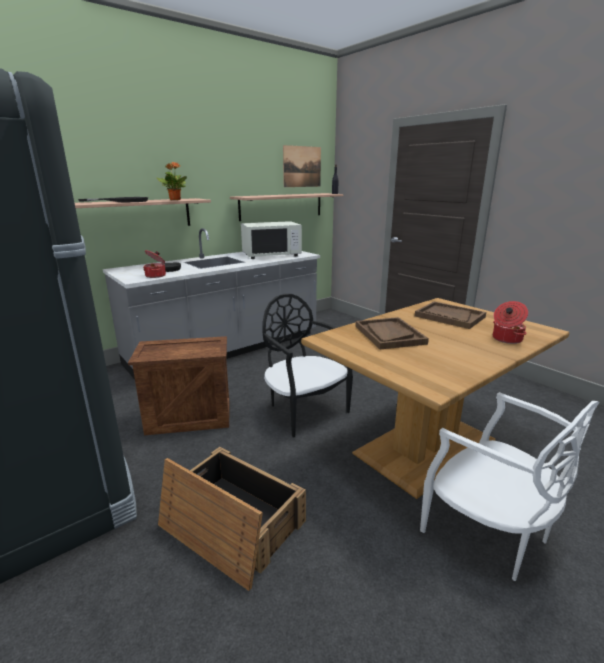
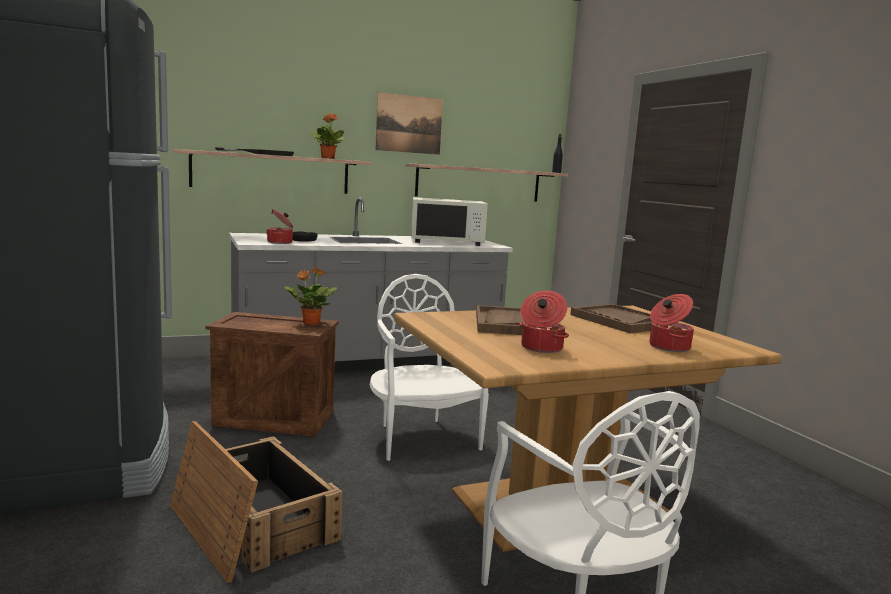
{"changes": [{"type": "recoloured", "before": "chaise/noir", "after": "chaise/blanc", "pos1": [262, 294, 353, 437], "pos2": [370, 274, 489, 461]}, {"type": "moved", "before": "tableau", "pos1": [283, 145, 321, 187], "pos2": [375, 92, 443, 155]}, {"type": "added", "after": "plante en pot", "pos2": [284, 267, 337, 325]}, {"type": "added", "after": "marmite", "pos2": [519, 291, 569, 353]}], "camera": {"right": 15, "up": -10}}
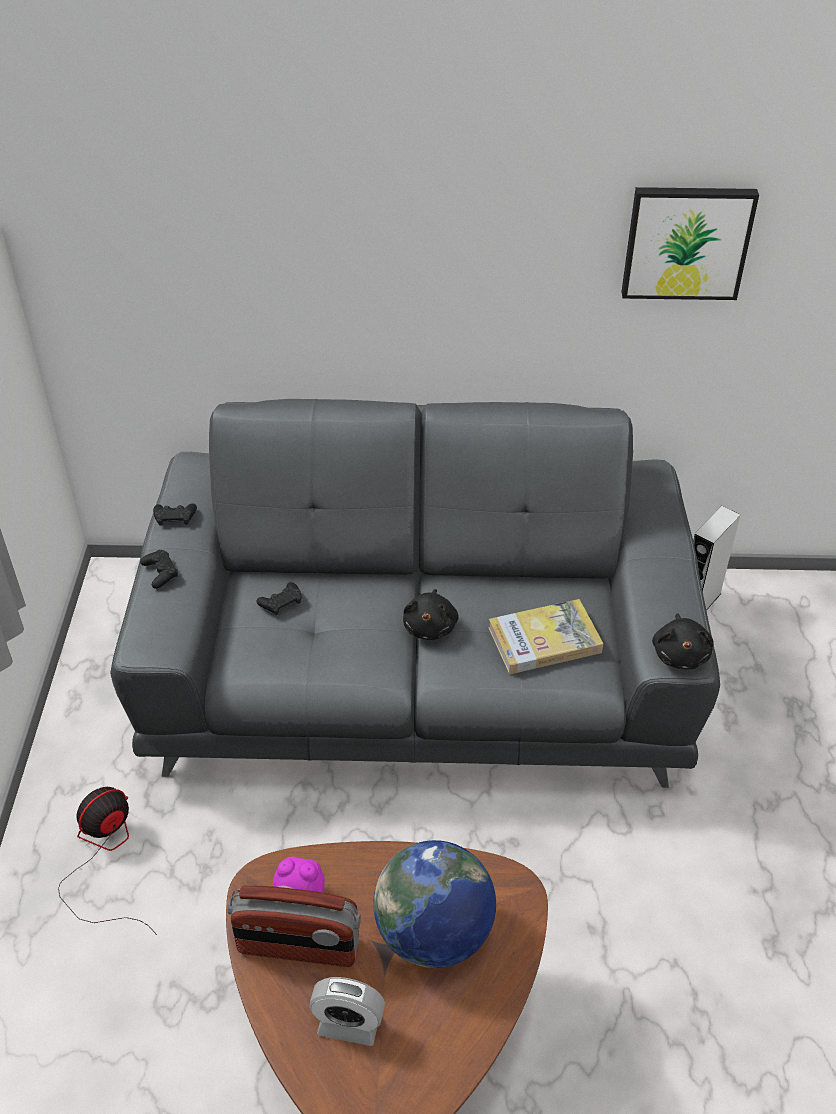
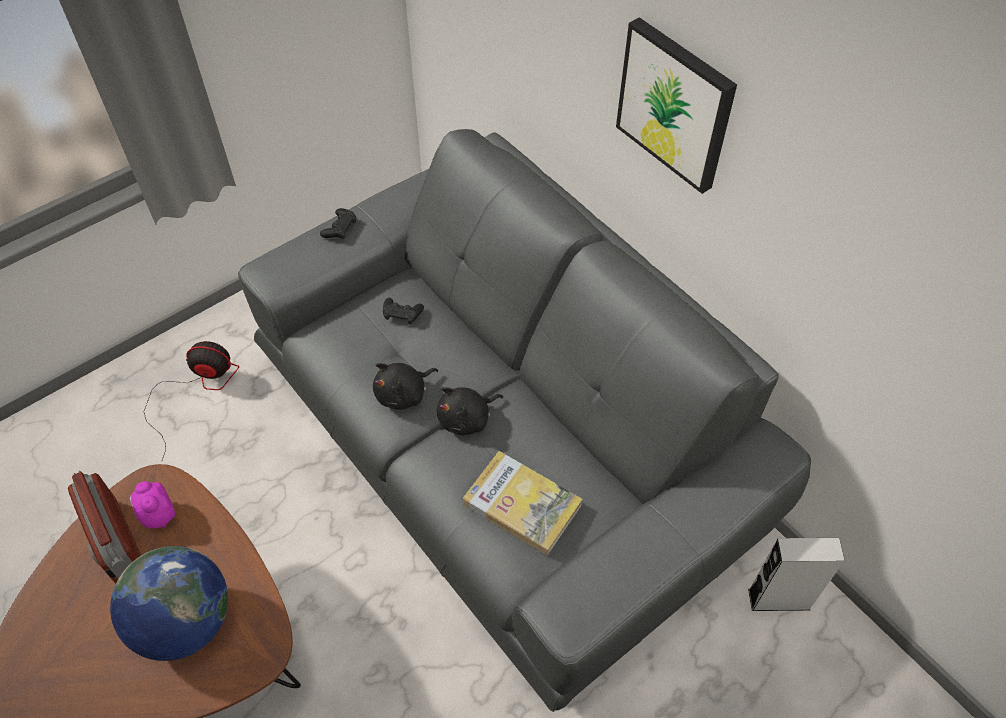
{"changes": [{"type": "removed", "before": "manette/noir", "pos1": [153, 503, 197, 526]}, {"type": "removed", "before": "réveil", "pos1": [309, 977, 385, 1046]}, {"type": "moved", "before": "tableau", "pos1": [621, 187, 759, 300], "pos2": [616, 17, 737, 194]}, {"type": "moved", "before": "peluche/noir", "pos1": [652, 613, 714, 669], "pos2": [373, 363, 438, 410]}], "camera": {"right": 50, "up": 10}}
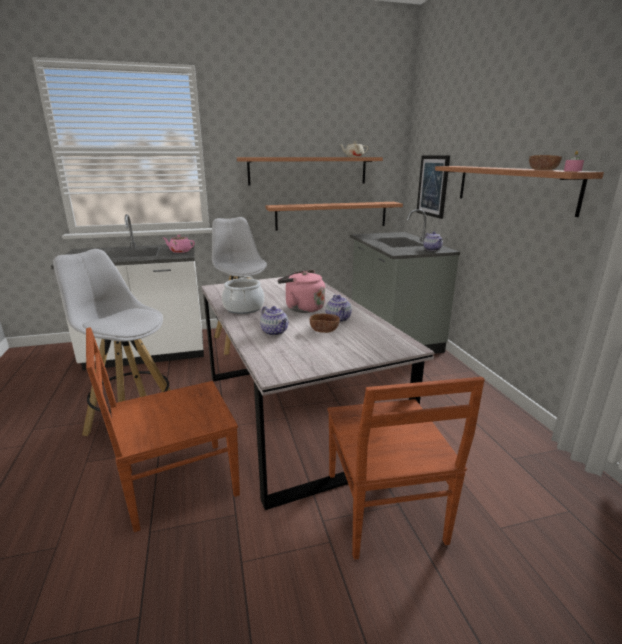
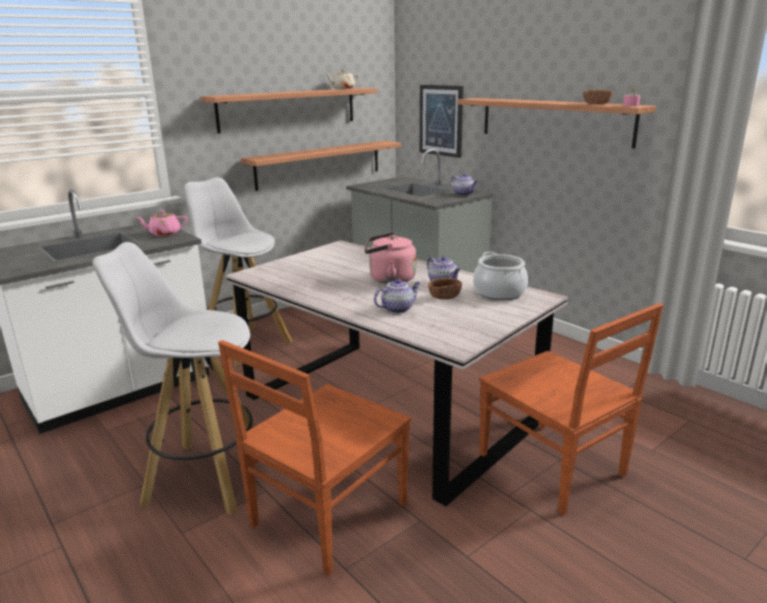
{"changes": [{"type": "moved", "before": "marmite", "pos1": [222, 276, 265, 314], "pos2": [473, 252, 528, 300]}, {"type": "turned", "before": "théière", "pos1": [260, 306, 288, 336], "pos2": [374, 279, 421, 313], "turn": -60}], "camera": {"right": -25, "up": 0}}
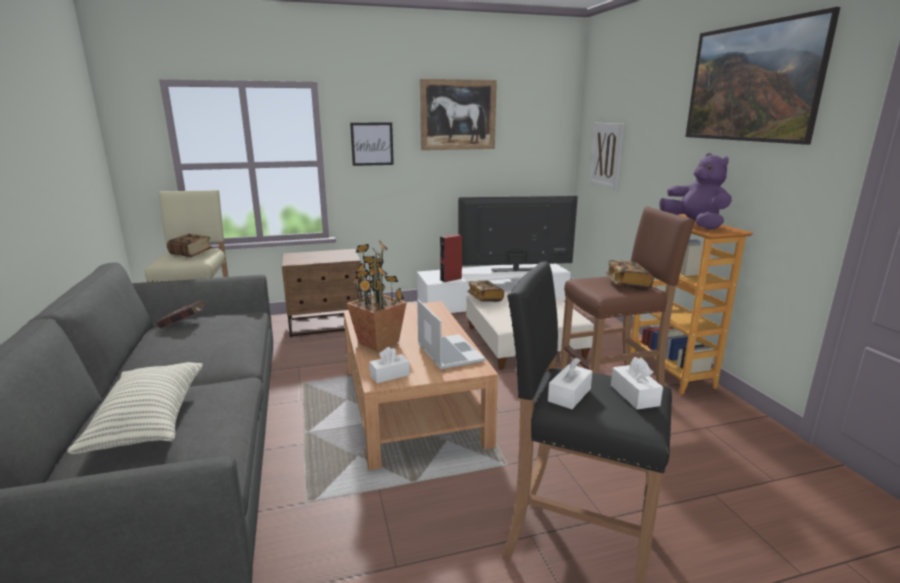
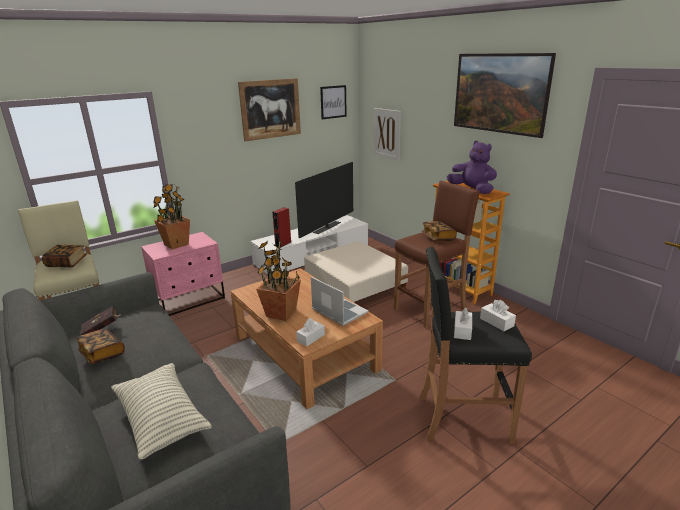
{"changes": [{"type": "recoloured", "before": "table de chevet/marron", "after": "table de chevet/rose", "pos1": [282, 249, 363, 337], "pos2": [141, 232, 225, 316]}, {"type": "moved", "before": "tableau", "pos1": [350, 123, 394, 166], "pos2": [320, 85, 347, 119]}, {"type": "turned", "before": "téléviseur", "pos1": [458, 196, 578, 272], "pos2": [295, 162, 353, 238], "turn": 150}, {"type": "moved", "before": "livre", "pos1": [467, 281, 504, 302], "pos2": [76, 328, 125, 364]}, {"type": "added", "after": "plante en pot", "pos2": [153, 184, 190, 249]}], "camera": {"right": -20, "up": 5}}
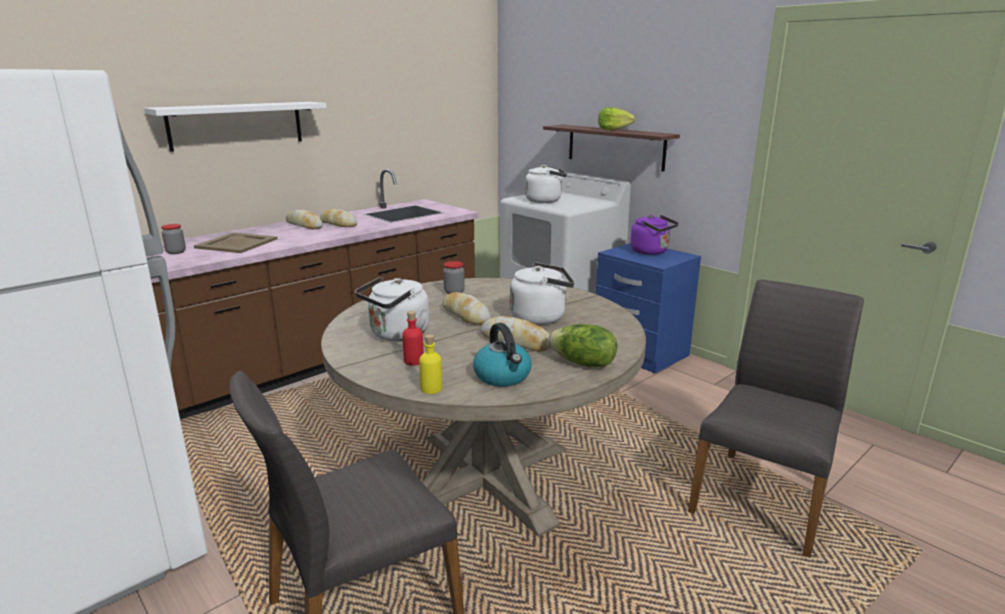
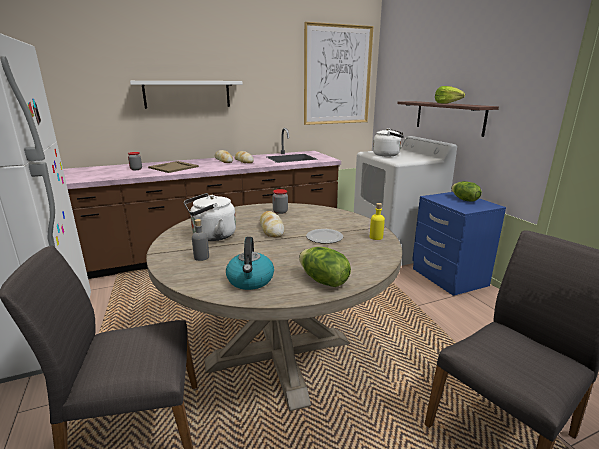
{"changes": [{"type": "recoloured", "before": "bouteille/rouge", "after": "bouteille/gris", "pos1": [402, 311, 424, 366], "pos2": [192, 219, 209, 261]}, {"type": "moved", "before": "bouteille/jaune", "pos1": [419, 334, 442, 394], "pos2": [370, 203, 385, 240]}, {"type": "removed", "before": "pain", "pos1": [481, 316, 551, 352]}, {"type": "replaced", "before": "bouilloire/blanc", "after": "assiette", "pos1": [510, 262, 575, 325], "pos2": [306, 229, 343, 244]}, {"type": "replaced", "before": "bouilloire/violet", "after": "laitue", "pos1": [630, 215, 679, 255], "pos2": [451, 181, 482, 202]}, {"type": "added", "after": "tableau", "pos2": [304, 22, 373, 125]}], "camera": {"right": 20, "up": 0}}
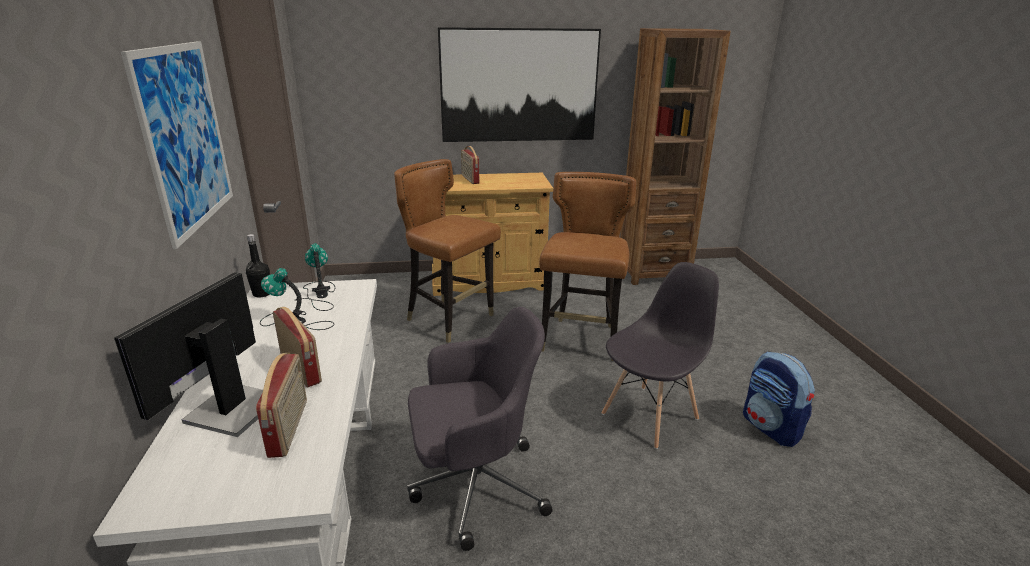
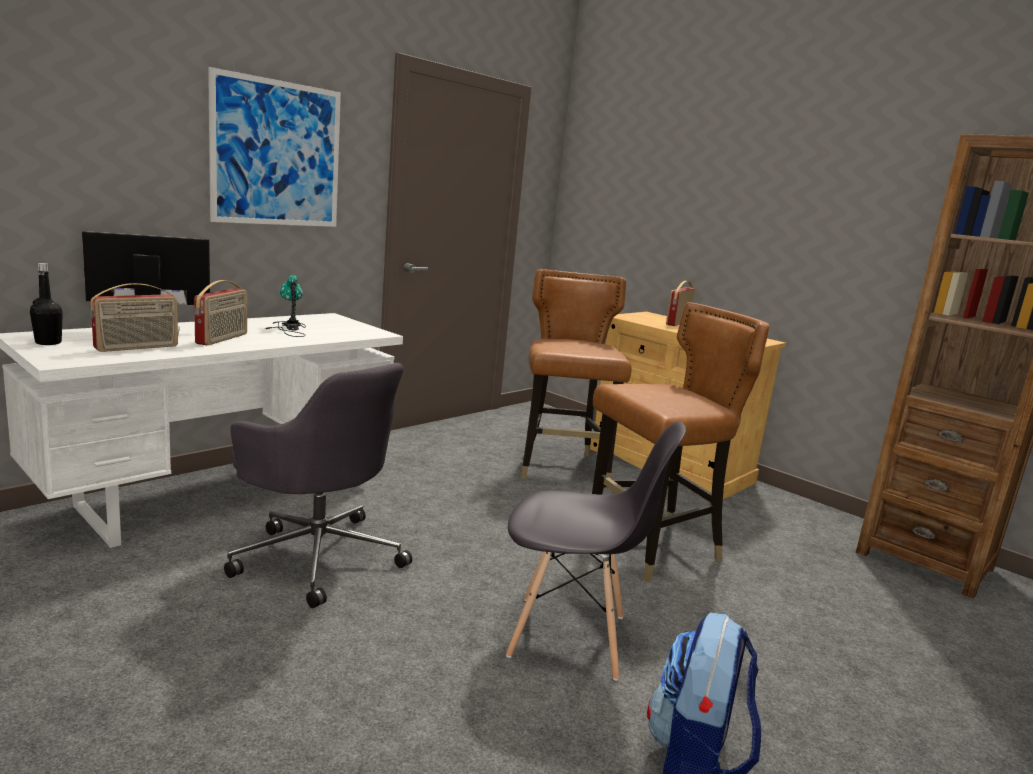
{"changes": [{"type": "moved", "before": "bouteille/noir", "pos1": [246, 234, 270, 297], "pos2": [30, 263, 63, 345]}, {"type": "removed", "before": "lampe de table", "pos1": [295, 243, 335, 311]}, {"type": "removed", "before": "tableau", "pos1": [438, 27, 601, 142]}], "camera": {"right": 50, "up": -10}}
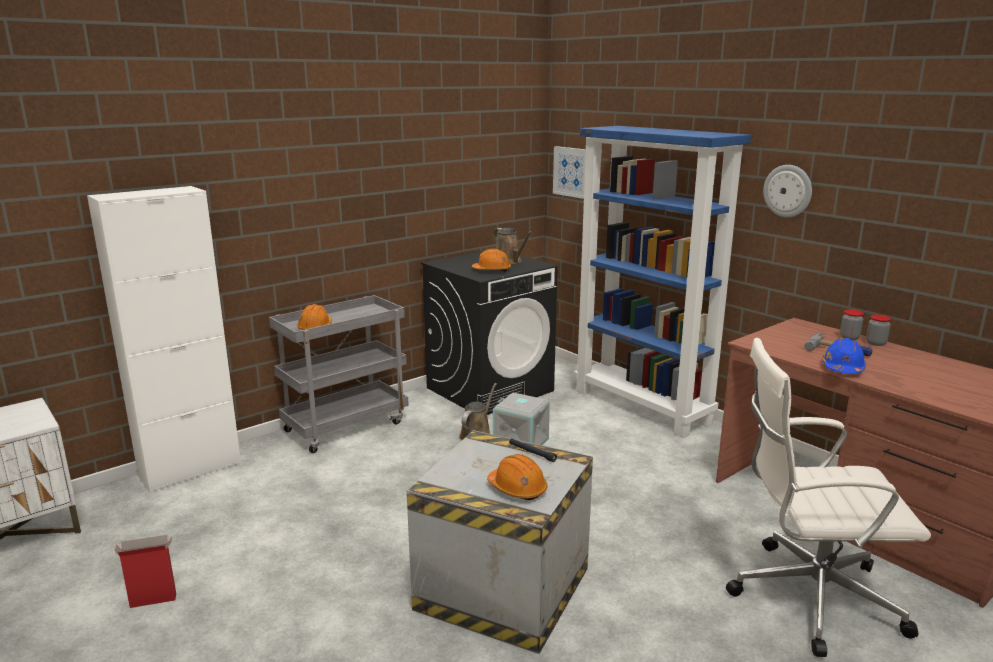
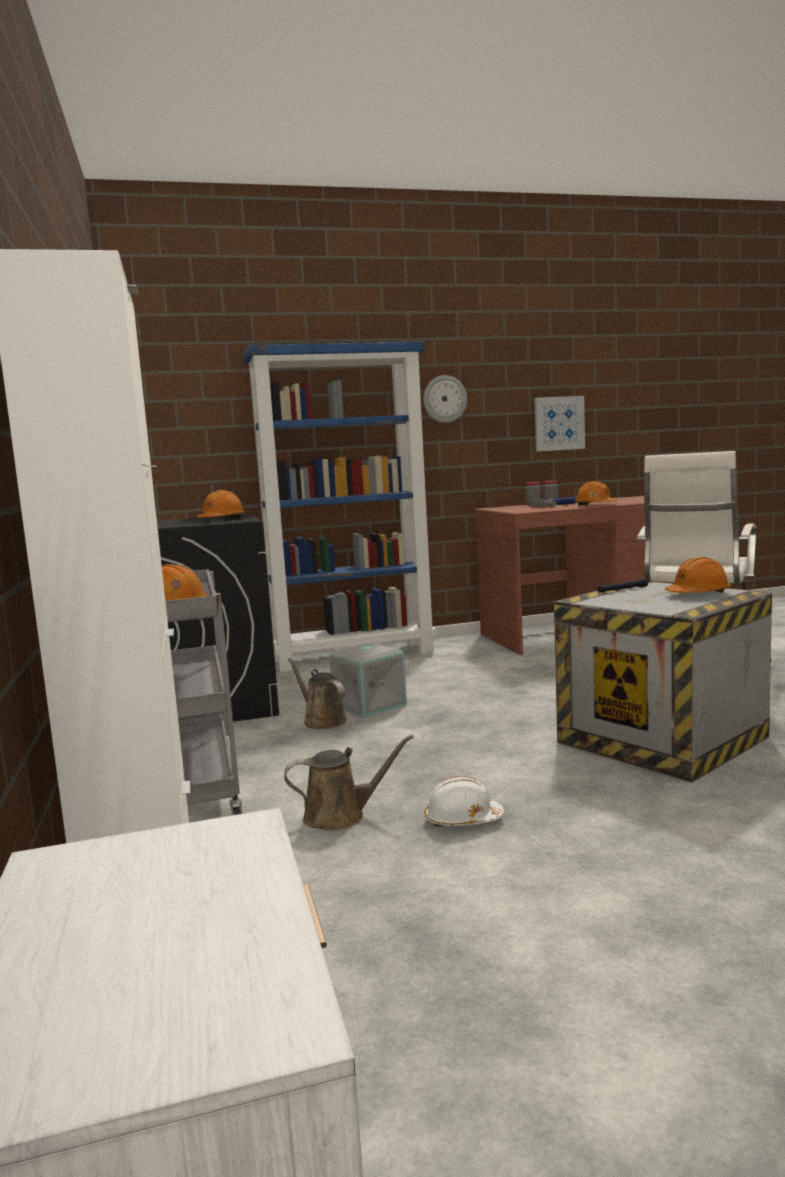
{"changes": [{"type": "removed", "before": "carton", "pos1": [114, 535, 176, 608]}, {"type": "moved", "before": "arrosoir/marron", "pos1": [493, 228, 533, 264], "pos2": [284, 735, 413, 831]}, {"type": "moved", "before": "tableau", "pos1": [553, 146, 586, 199], "pos2": [534, 396, 585, 452]}, {"type": "recoloured", "before": "casque de chantier/bleu", "after": "casque de chantier/orange", "pos1": [822, 338, 867, 374], "pos2": [574, 481, 617, 506]}, {"type": "added", "after": "casque de chantier/blanc", "pos2": [425, 776, 504, 827]}], "camera": {"right": -65, "up": -10}}
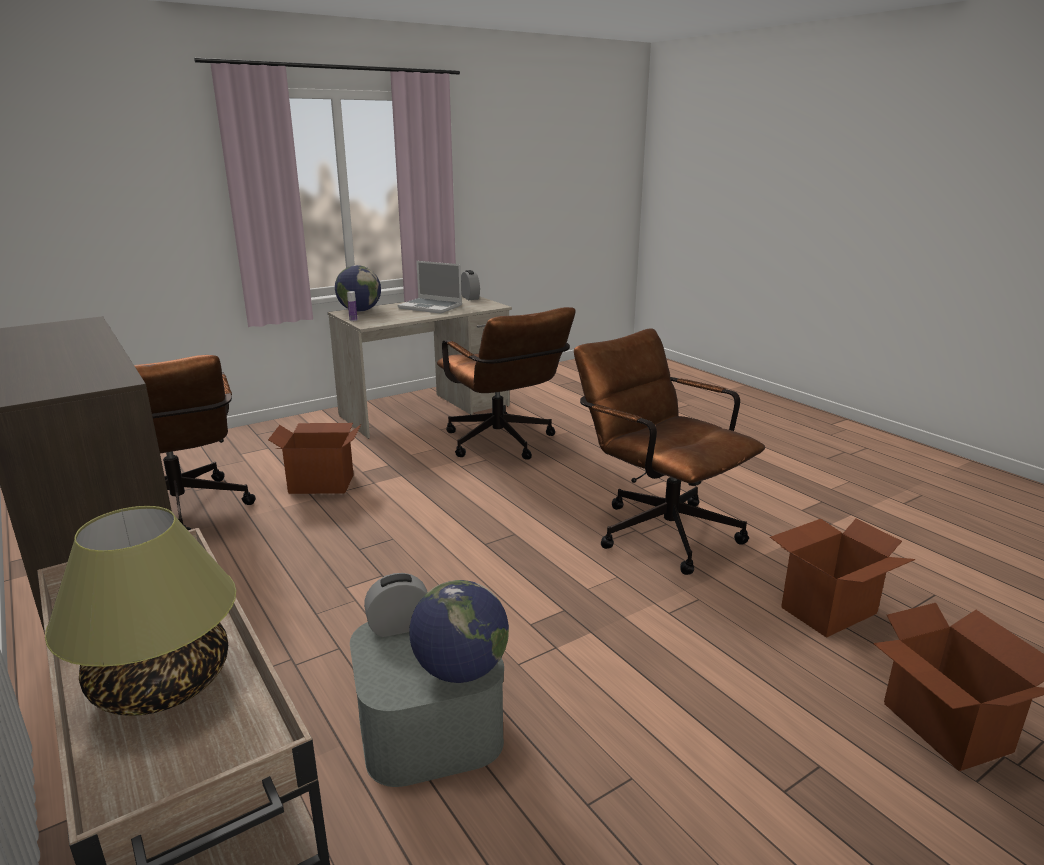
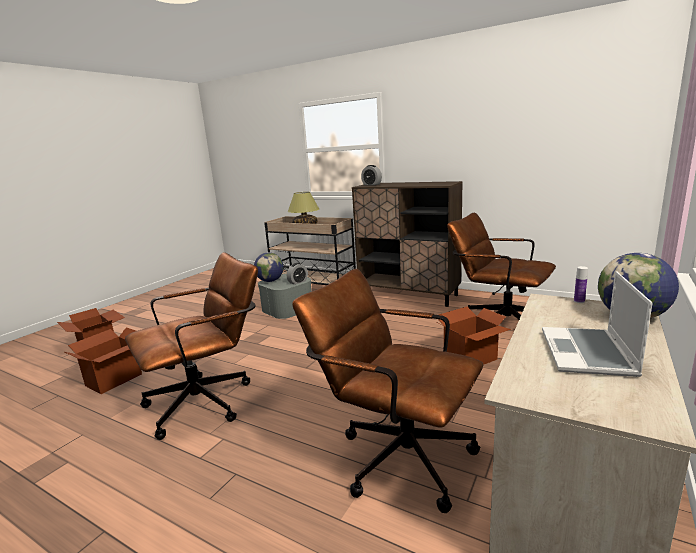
{"changes": [{"type": "turned", "before": "ordinateur portable", "pos1": [398, 261, 462, 314], "pos2": [542, 271, 653, 377], "turn": -75}, {"type": "moved", "before": "réveil", "pos1": [461, 270, 480, 300], "pos2": [361, 165, 382, 185]}, {"type": "turned", "before": "chaise de bureau/marron", "pos1": [574, 328, 765, 575], "pos2": [125, 252, 258, 440], "turn": -60}], "camera": {"right": 155, "up": -5}}
